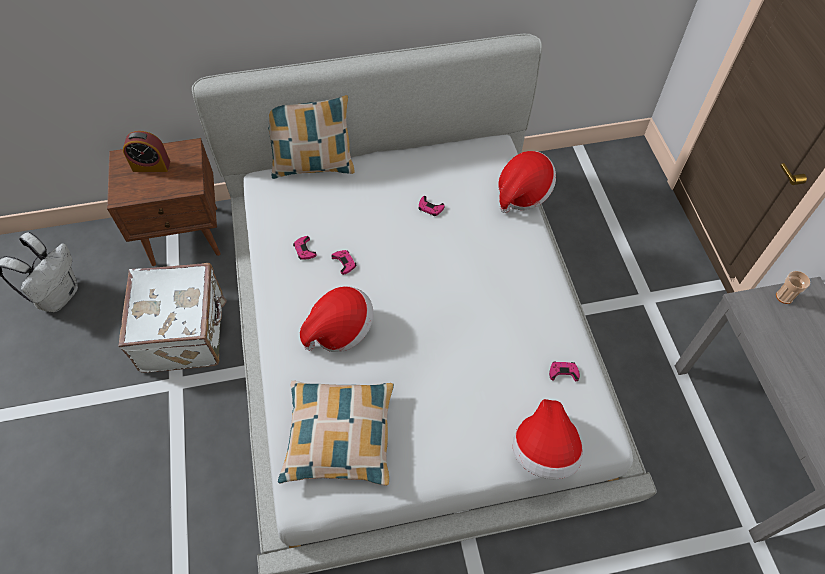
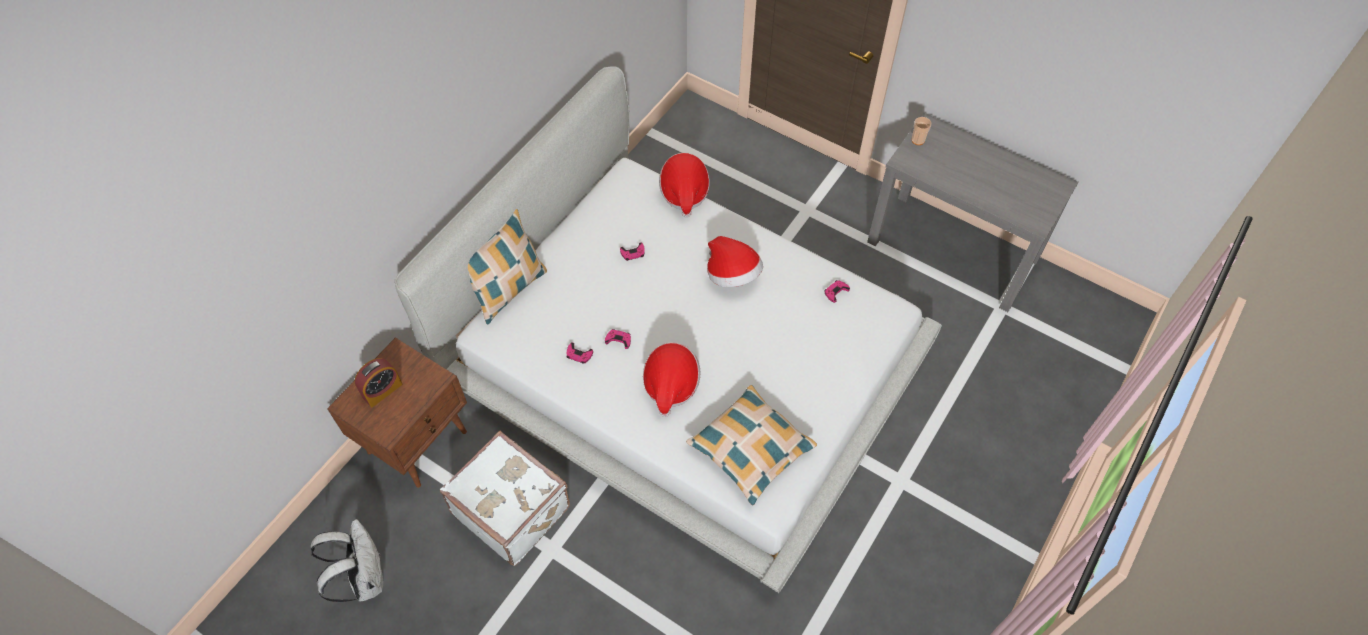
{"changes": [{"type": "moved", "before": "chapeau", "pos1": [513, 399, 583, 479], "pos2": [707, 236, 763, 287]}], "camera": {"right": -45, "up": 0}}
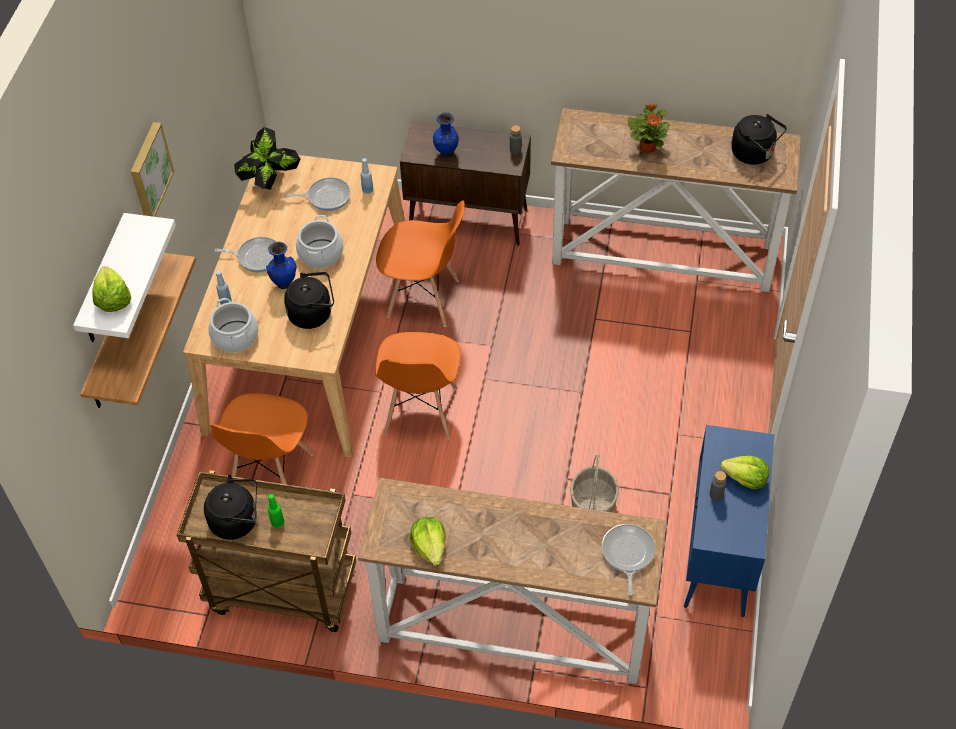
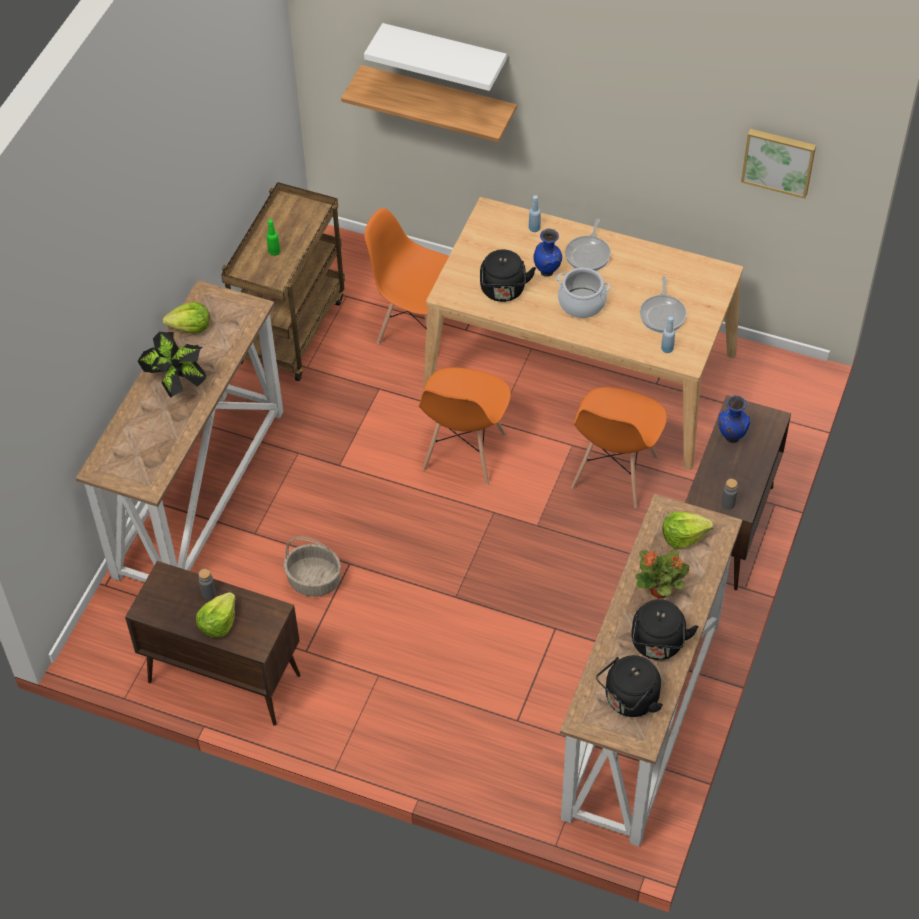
{"changes": [{"type": "moved", "before": "laitue", "pos1": [92, 266, 131, 312], "pos2": [662, 512, 713, 548]}, {"type": "moved", "before": "tableau", "pos1": [131, 122, 174, 217], "pos2": [741, 129, 816, 199]}, {"type": "moved", "before": "bouilloire/noir", "pos1": [204, 475, 257, 540], "pos2": [631, 599, 699, 660]}, {"type": "removed", "before": "marmite", "pos1": [208, 298, 258, 353]}, {"type": "moved", "before": "plante en pot", "pos1": [234, 127, 301, 190], "pos2": [137, 332, 206, 398]}, {"type": "turned", "before": "chaise/orange", "pos1": [375, 332, 461, 440], "pos2": [419, 367, 511, 485], "turn": -90}, {"type": "removed", "before": "poêle", "pos1": [602, 524, 655, 595]}, {"type": "recoloured", "before": "meuble de rangement/bleu", "after": "meuble de rangement/marron", "pos1": [684, 425, 775, 617], "pos2": [125, 561, 301, 726]}], "camera": {"right": 100, "up": 0}}
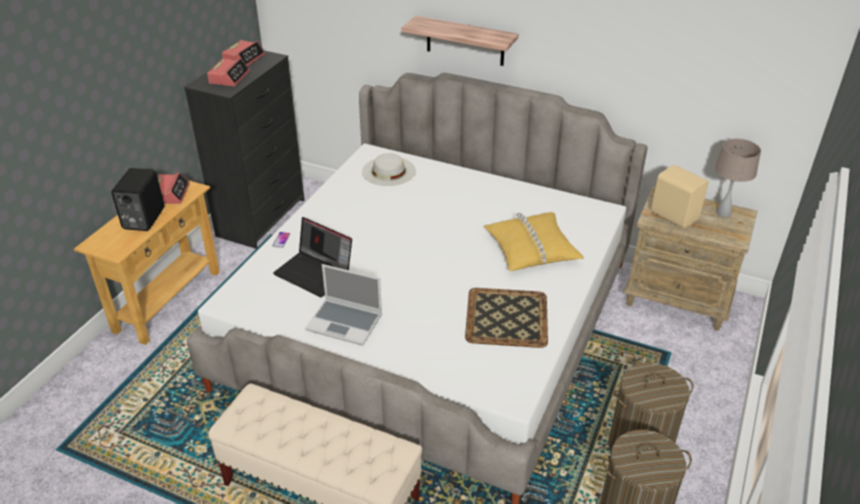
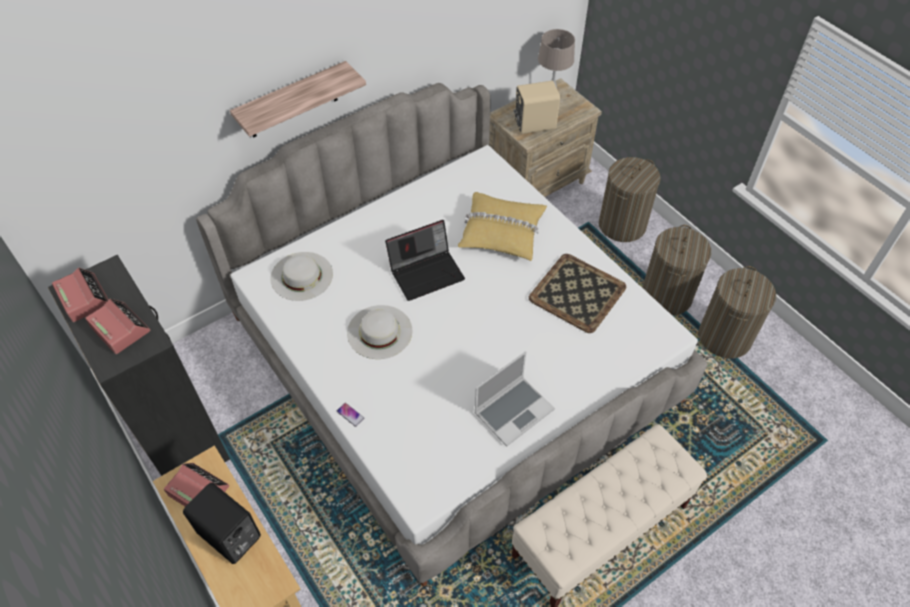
{"changes": [{"type": "moved", "before": "ordinateur portable", "pos1": [273, 217, 352, 297], "pos2": [385, 220, 465, 301]}, {"type": "added", "after": "chapeau/blanc", "pos2": [347, 305, 412, 359]}, {"type": "added", "after": "panier à linge", "pos2": [599, 157, 661, 242]}], "camera": {"right": -60, "up": 15}}
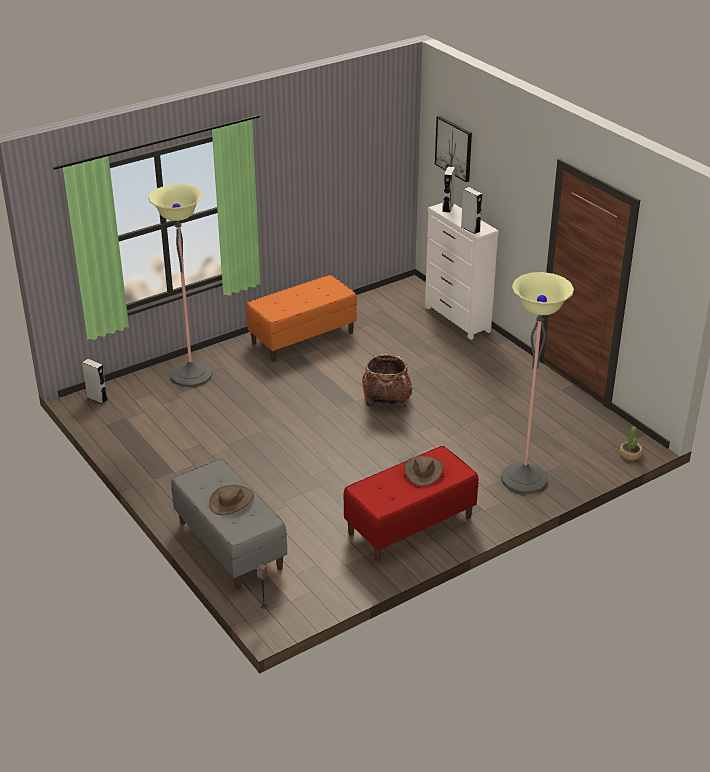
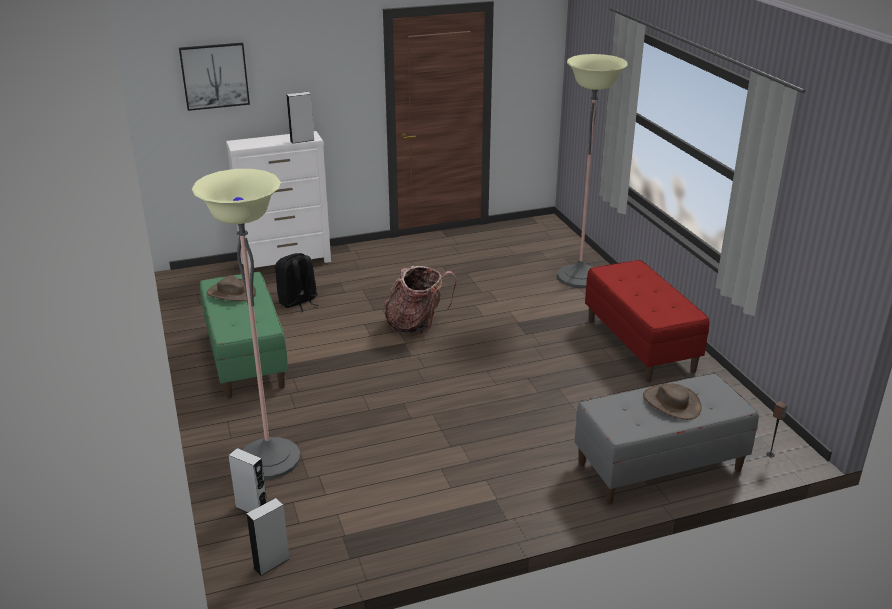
{"changes": [{"type": "recoloured", "before": "banc/orange", "after": "banc/vert", "pos1": [246, 275, 357, 362], "pos2": [200, 272, 288, 399]}, {"type": "moved", "before": "chapeau/marron", "pos1": [404, 456, 443, 486], "pos2": [207, 276, 256, 301]}, {"type": "moved", "before": "enceinte/gris", "pos1": [442, 167, 455, 213], "pos2": [228, 448, 267, 513]}, {"type": "removed", "before": "plante en pot", "pos1": [619, 427, 643, 461]}, {"type": "added", "after": "sac à dos/noir", "pos2": [275, 253, 318, 312]}], "camera": {"right": -75, "up": -5}}
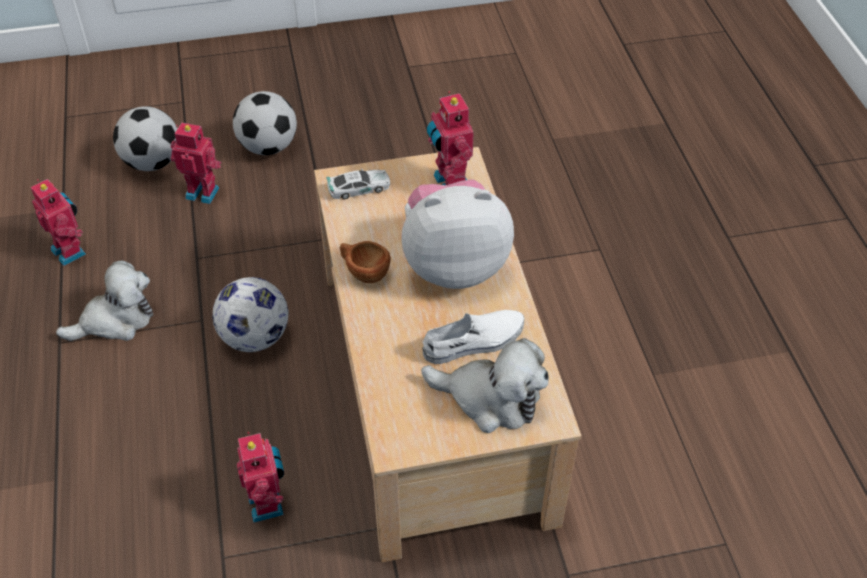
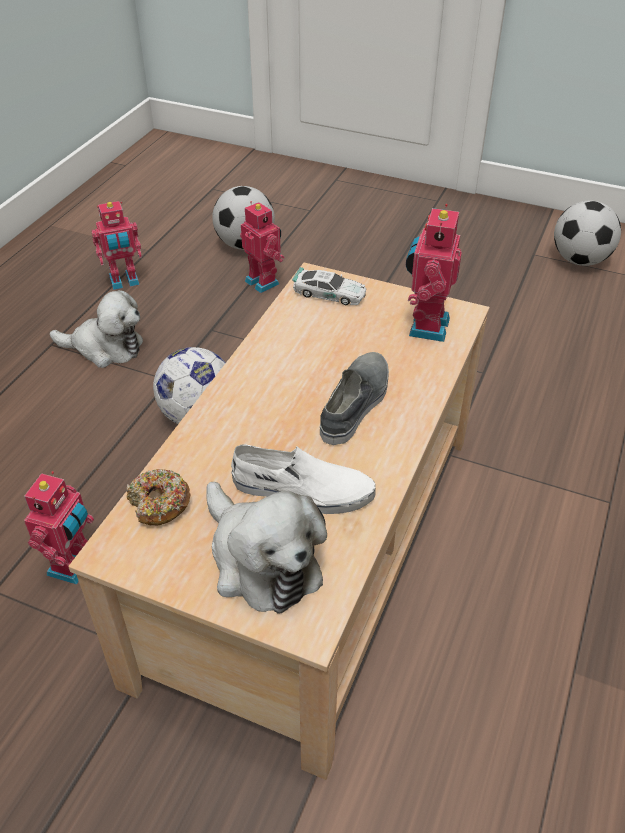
{"changes": [{"type": "turned", "before": "robot jouet", "pos1": [31, 179, 86, 266], "pos2": [91, 201, 142, 290], "turn": 75}, {"type": "moved", "before": "ballon de foot", "pos1": [233, 91, 297, 155], "pos2": [554, 201, 621, 266]}, {"type": "removed", "before": "tasse/marron", "pos1": [340, 241, 391, 283]}, {"type": "replaced", "before": "peluche", "after": "chaussure/gris", "pos1": [402, 180, 514, 289], "pos2": [320, 352, 389, 445]}, {"type": "added", "after": "beignet", "pos2": [126, 469, 191, 525]}], "camera": {"right": 35, "up": -5}}
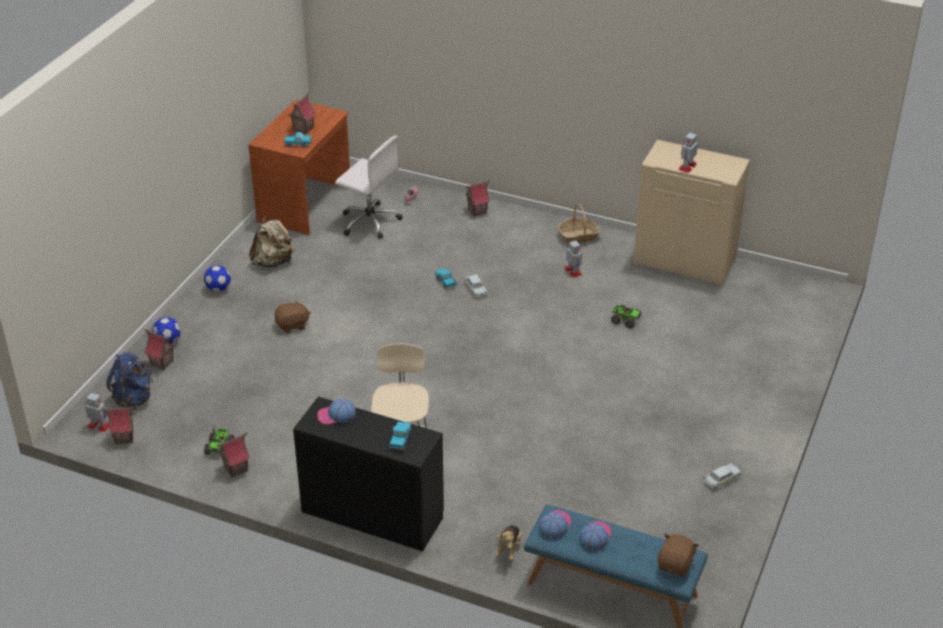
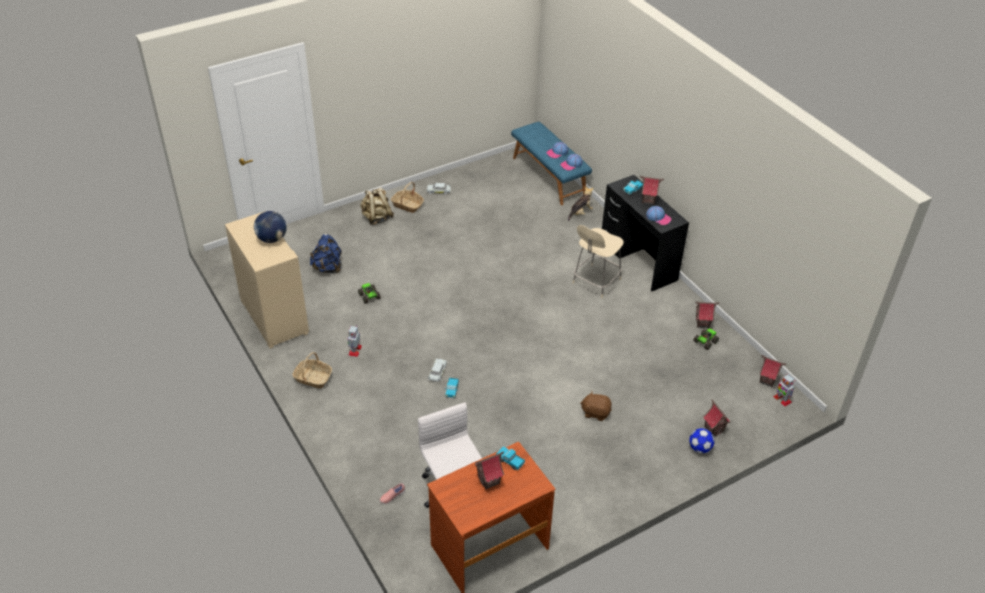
{"changes": [{"type": "moved", "before": "sac à dos/bleu", "pos1": [106, 352, 153, 410], "pos2": [309, 234, 342, 273]}, {"type": "removed", "before": "ballon de foot", "pos1": [204, 265, 231, 292]}, {"type": "moved", "before": "sac à dos/beige", "pos1": [249, 216, 295, 268], "pos2": [360, 187, 394, 225]}, {"type": "moved", "before": "maison miniature", "pos1": [465, 180, 490, 217], "pos2": [640, 176, 664, 205]}, {"type": "removed", "before": "peluche/marron", "pos1": [658, 534, 699, 577]}, {"type": "replaced", "before": "robot jouet", "after": "globe", "pos1": [678, 133, 698, 173], "pos2": [254, 211, 287, 243]}, {"type": "added", "after": "panier", "pos2": [391, 182, 424, 213]}], "camera": {"right": -145, "up": 5}}
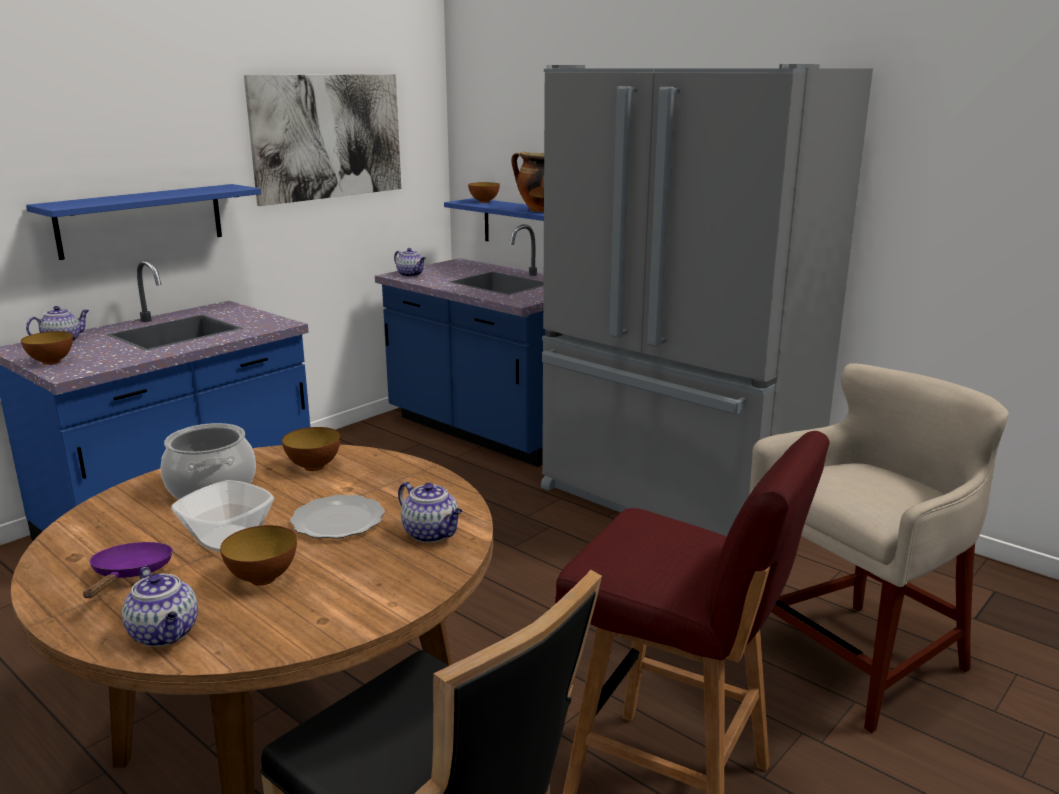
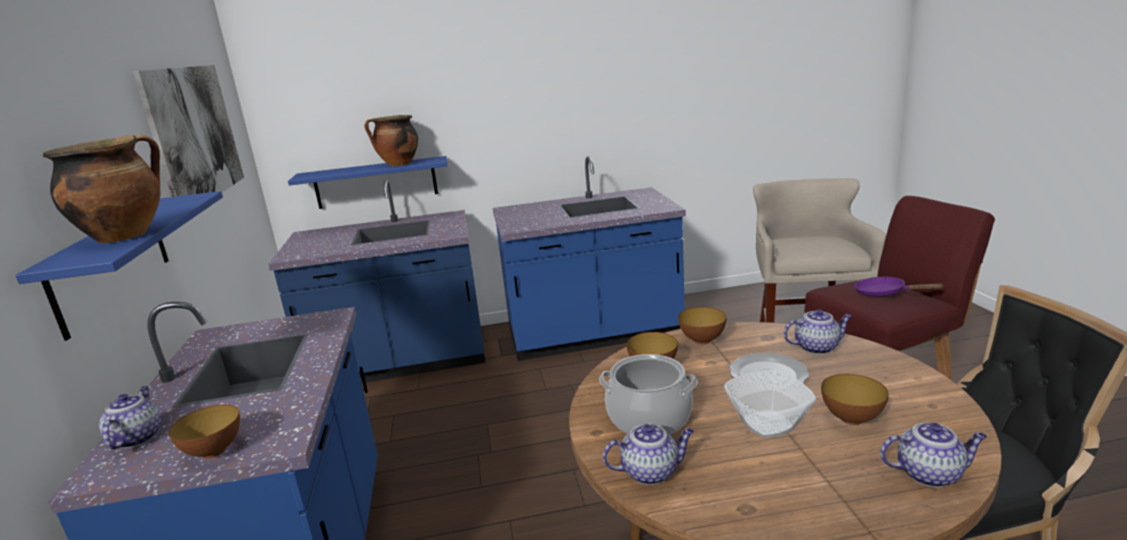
{"changes": [{"type": "moved", "before": "poêle/violet", "pos1": [83, 542, 173, 598], "pos2": [855, 276, 945, 297]}, {"type": "moved", "before": "théière", "pos1": [394, 248, 426, 277], "pos2": [603, 424, 694, 485]}, {"type": "moved", "before": "bol", "pos1": [468, 182, 500, 203], "pos2": [678, 307, 726, 344]}, {"type": "replaced", "before": "réfrigérateur/gris", "after": "comptoir de cuisine/bleu", "pos1": [541, 64, 873, 536], "pos2": [493, 156, 686, 361]}, {"type": "added", "after": "marmite", "pos2": [43, 135, 161, 243]}], "camera": {"right": -50, "up": 0}}
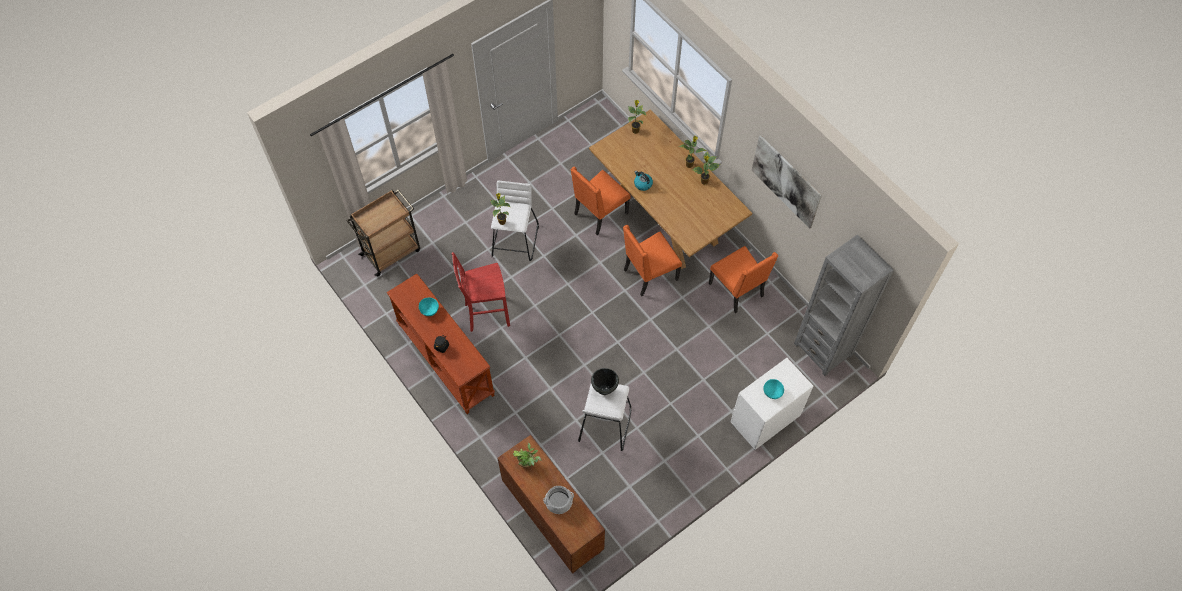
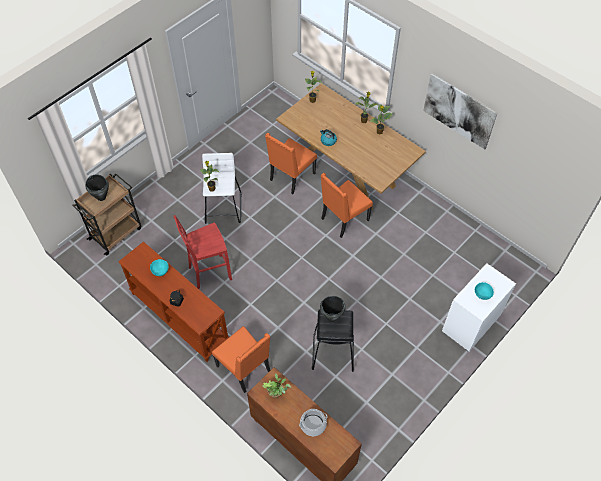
{"changes": [{"type": "recoloured", "before": "tabouret/blanc", "after": "tabouret/noir", "pos1": [578, 384, 631, 451], "pos2": [312, 309, 354, 372]}, {"type": "moved", "before": "chaise/orange", "pos1": [709, 246, 778, 313], "pos2": [212, 326, 270, 393]}, {"type": "removed", "before": "bibliothèque/gris", "pos1": [794, 235, 894, 376]}, {"type": "added", "after": "marmite/noir", "pos2": [85, 174, 109, 201]}], "camera": {"right": -10, "up": -5}}
